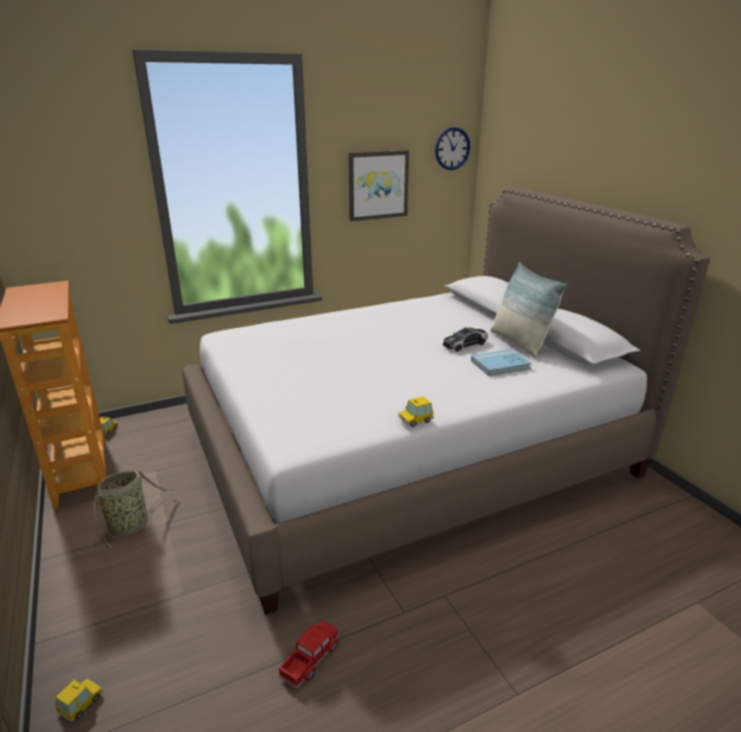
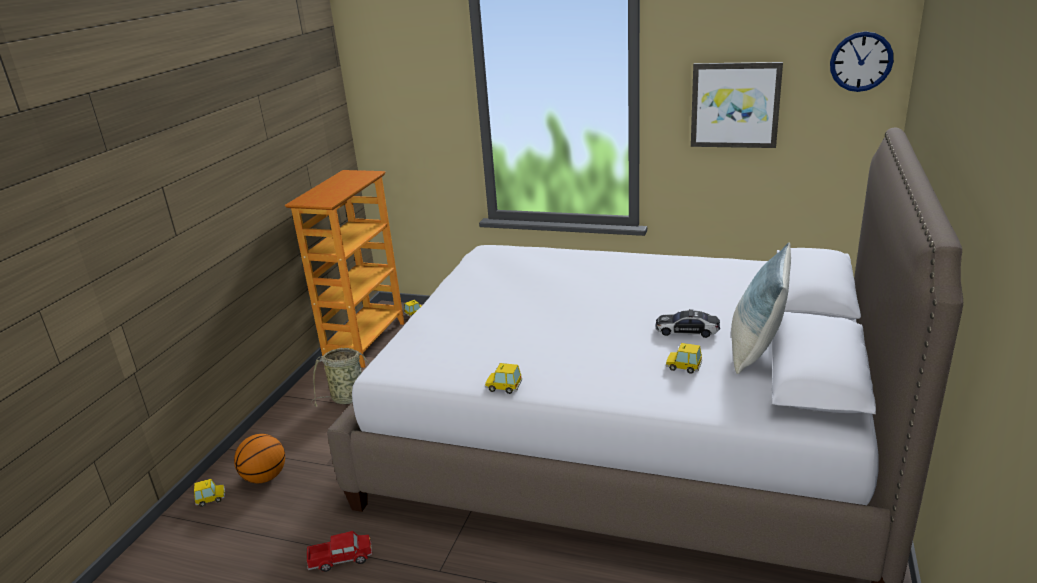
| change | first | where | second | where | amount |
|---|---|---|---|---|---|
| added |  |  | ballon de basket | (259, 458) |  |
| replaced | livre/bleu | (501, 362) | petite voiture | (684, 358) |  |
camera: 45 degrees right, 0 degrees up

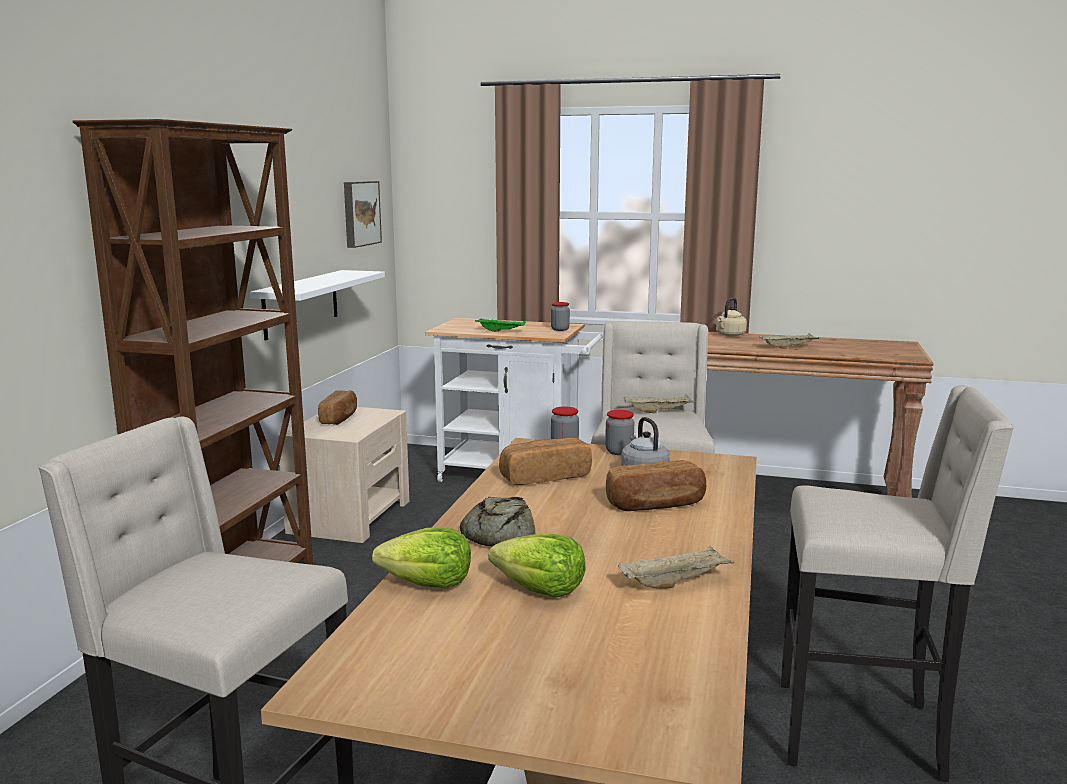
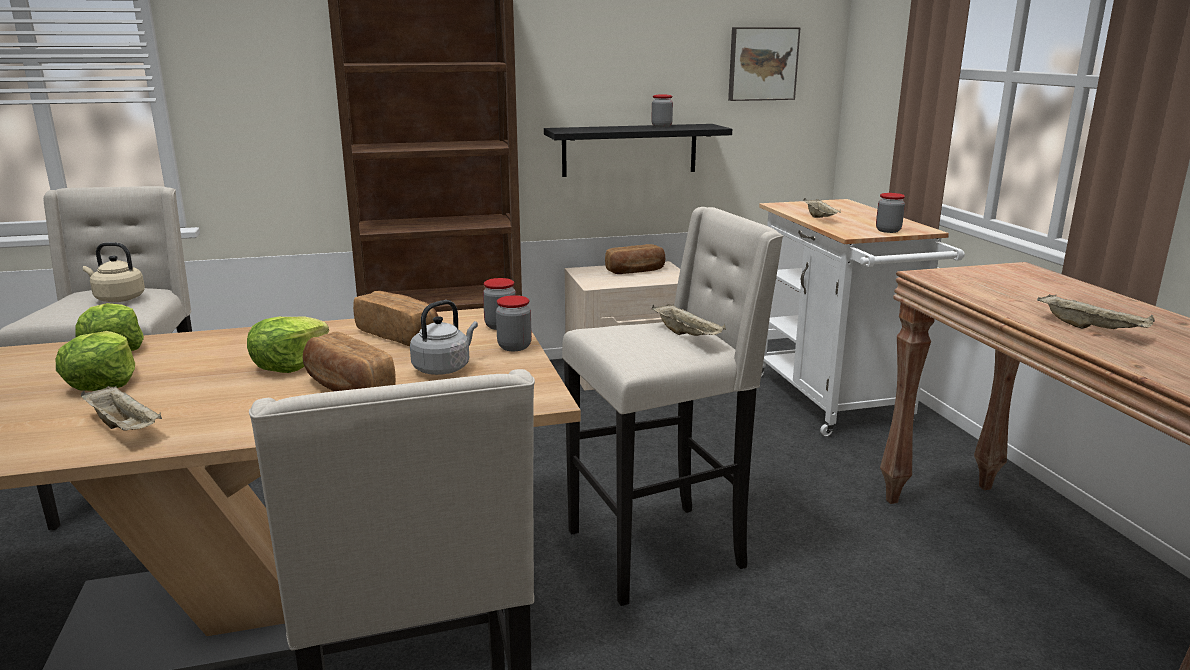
| change | first | where | second | where | amount |
|---|---|---|---|---|---|
| removed | pain | (497, 521) |  |  |  |
| added |  |  | laitue | (288, 345) |  |
| added |  |  | bocal | (662, 110) |  |
| moved | bouilloire/beige | (731, 317) |  | (114, 272) |  |
| recoloured | étagère/blanc | (317, 305) | étagère/noir | (638, 150) |  |
| recoloured | plateau/vert | (500, 325) | plateau/beige | (822, 208) |  |
camera: 60 degrees right, 5 degrees up

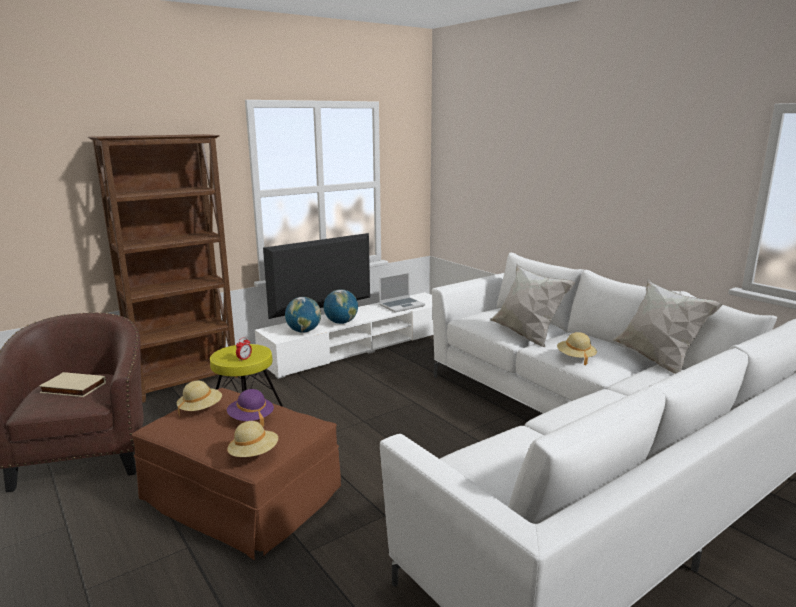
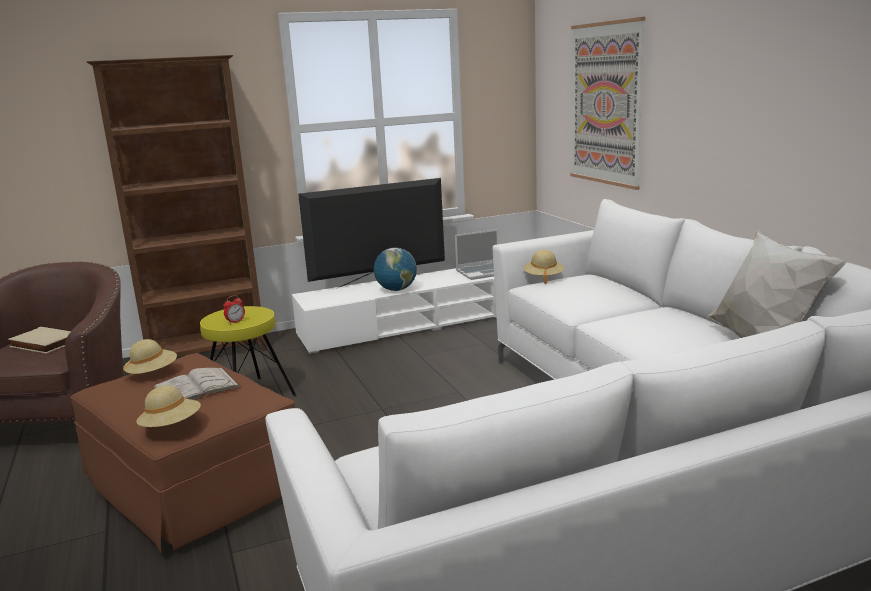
| change | first | where | second | where | amount |
|---|---|---|---|---|---|
| removed | globe | (303, 315) |  |  |  |
| removed | coussin/blanc | (532, 305) |  |  |  |
| added |  |  | tableau | (607, 103) |  |
| moved | chapeau/beige | (577, 348) |  | (543, 267) |  |
| replaced | chapeau/violet | (250, 408) | livre/blanc | (197, 384) |  |
camera: 15 degrees right, 0 degrees up

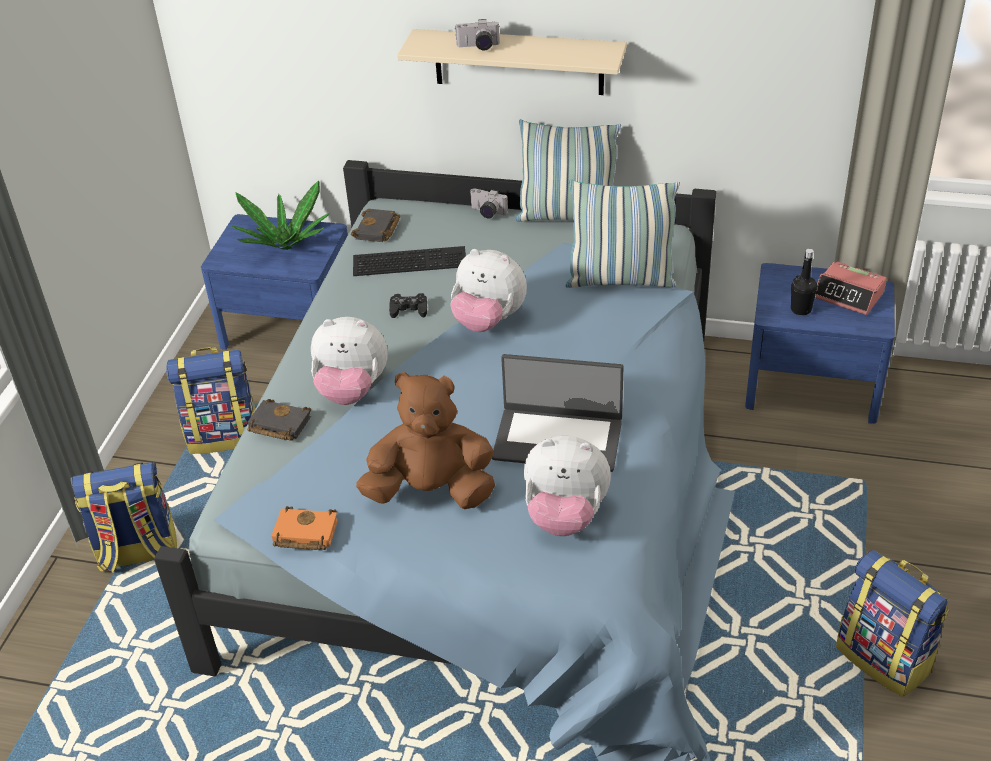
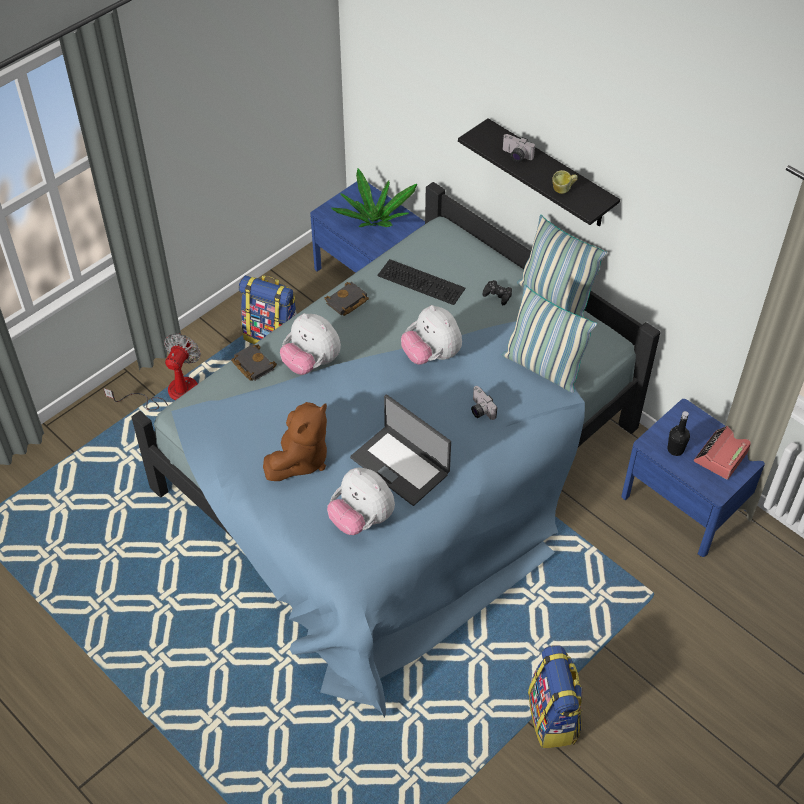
| change | first | where | second | where | amount |
|---|---|---|---|---|---|
| removed | livre/orange | (305, 528) |  |  |  |
| added |  |  | mug | (565, 182) |  |
| moved | livre/noir | (375, 225) |  | (346, 299) |  |
| moved | manette/noir | (408, 305) |  | (497, 292) |  |
| moved | appareil photo | (488, 203) |  | (484, 403) |  |
| replaced | sac à dos | (124, 517) | ventilateur | (152, 371) |  |
| recoloured | étagère/beige | (512, 62) | étagère/noir | (539, 172) |  |
| turned | peluche/marron | (425, 440) |  | (295, 441) | 90 degrees clockwise |
| turned | réveil | (851, 288) |  | (722, 453) | 60 degrees clockwise |
camera: 30 degrees right, 10 degrees up

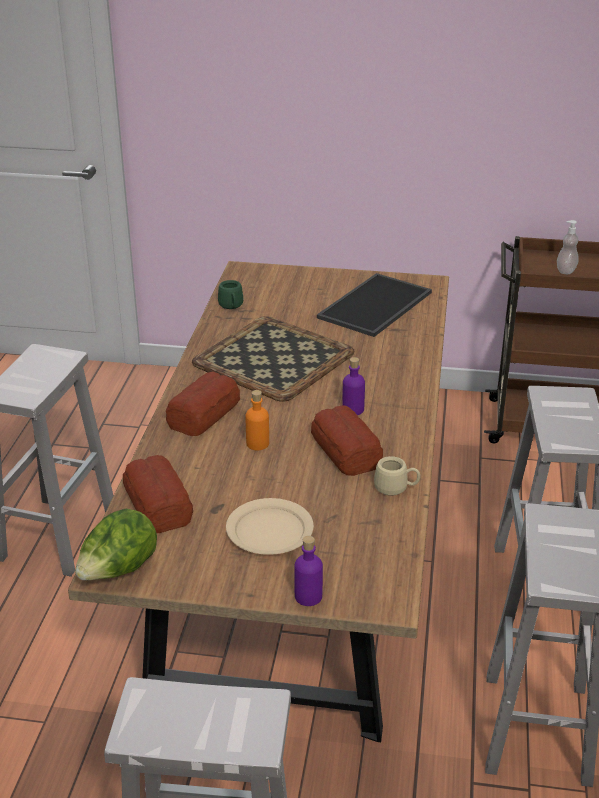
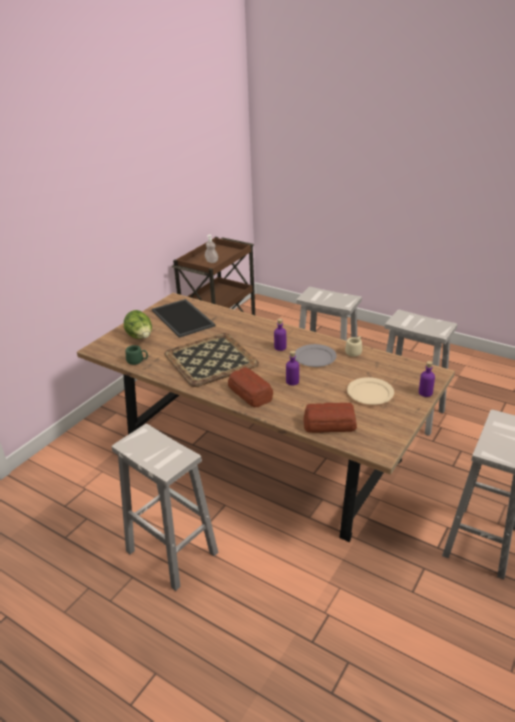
| change | first | where | second | where | amount |
|---|---|---|---|---|---|
| moved | laitue | (116, 544) |  | (138, 324) |  |
| replaced | pain | (347, 440) | assiette/gris | (316, 355) |  |
| recoloured | bouteille/orange | (257, 420) | bouteille/violet | (292, 368) |  |
camera: 65 degrees left, 0 degrees up

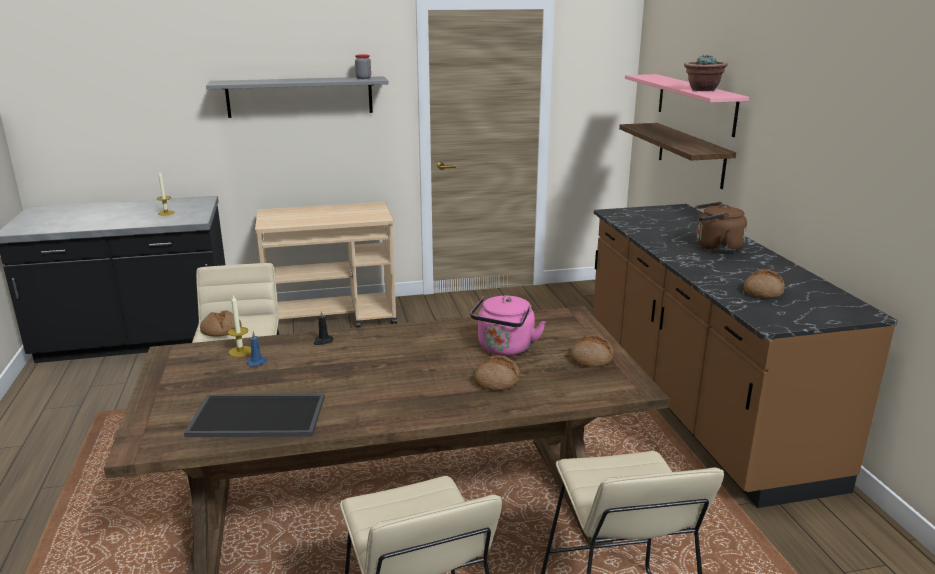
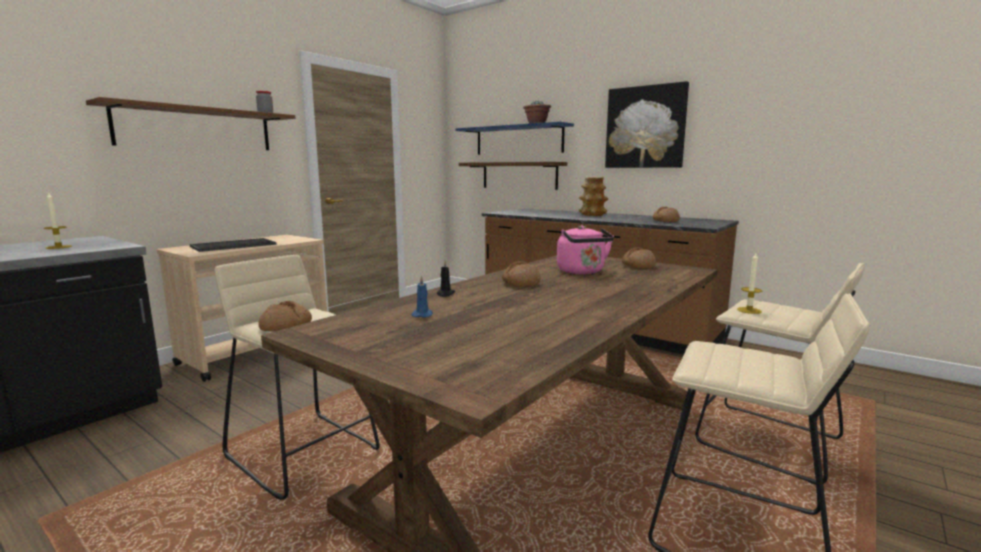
| change | first | where | second | where | amount |
|---|---|---|---|---|---|
| added |  |  | tableau | (647, 124) |  |
| moved | plateau | (254, 415) |  | (233, 245) |  |
| moved | bougie | (239, 326) |  | (749, 283) |  |
| moved | pain | (497, 373) |  | (521, 274) |  |
| replaced | bouilloire/marron | (721, 227) | vase | (593, 196) |  |
| recoloured | étagère/gris | (297, 97) | étagère/marron | (190, 123) |  |
| recoloured | étagère/rose | (687, 105) | étagère/bleu | (514, 138) |  |
camera: 40 degrees left, 10 degrees down

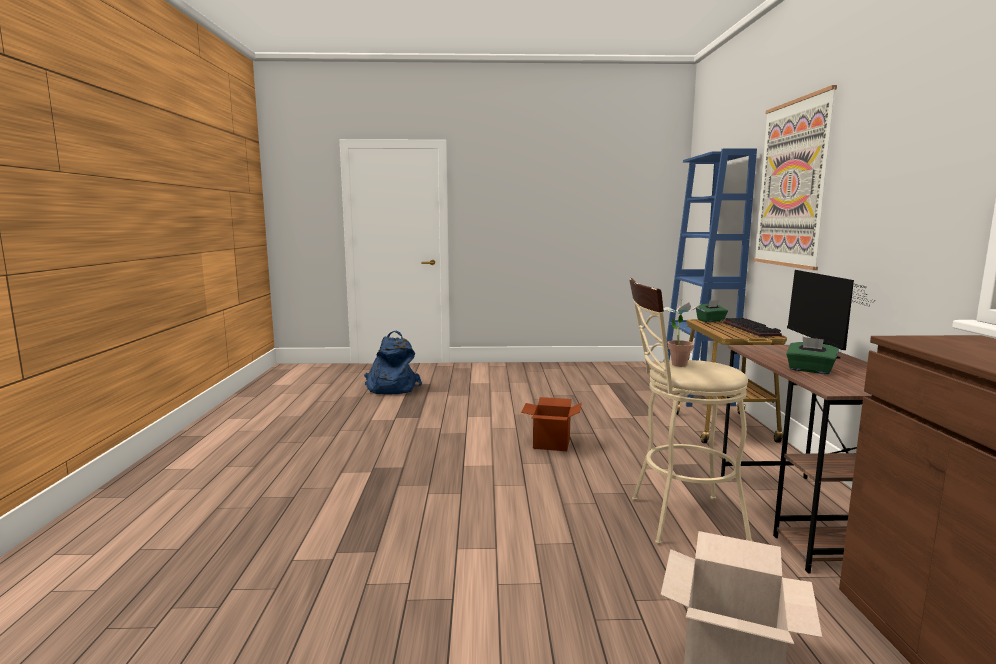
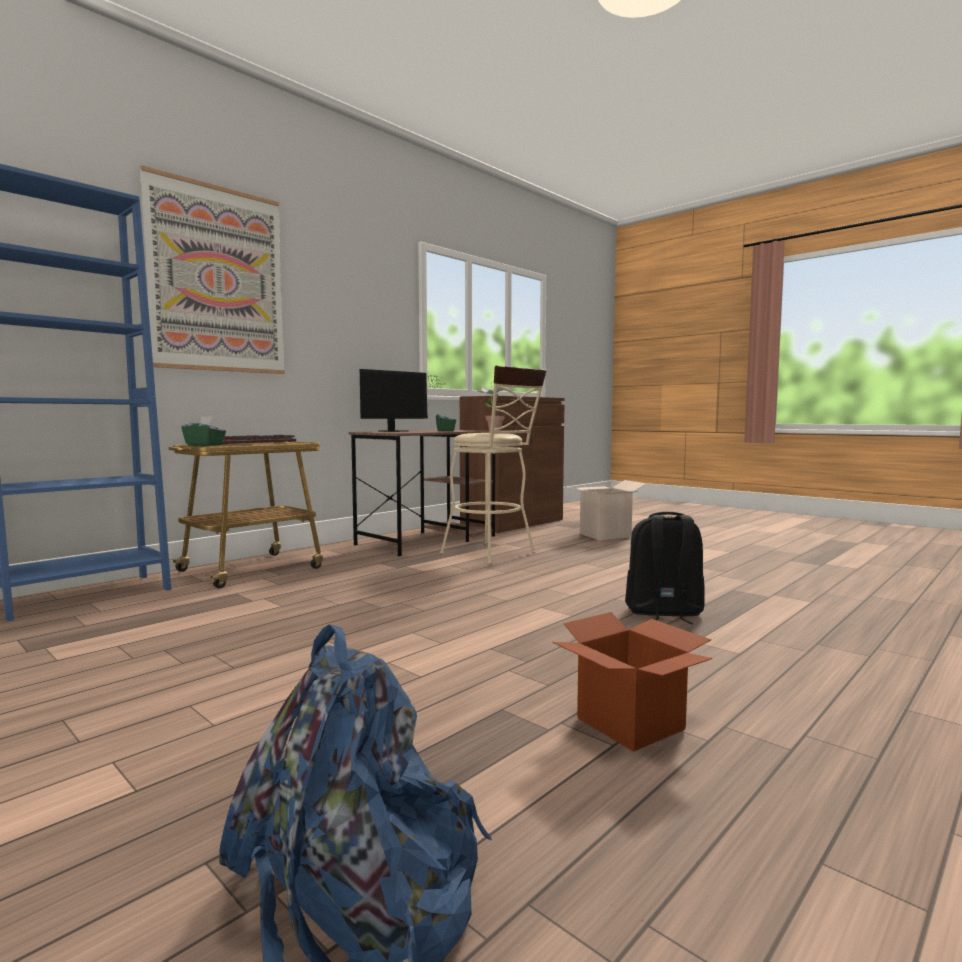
| change | first | where | second | where | amount |
|---|---|---|---|---|---|
| added |  |  | sac à dos/noir | (664, 568) |  |
| moved | carton | (551, 424) |  | (632, 682) |  |
camera: 135 degrees left, 5 degrees down

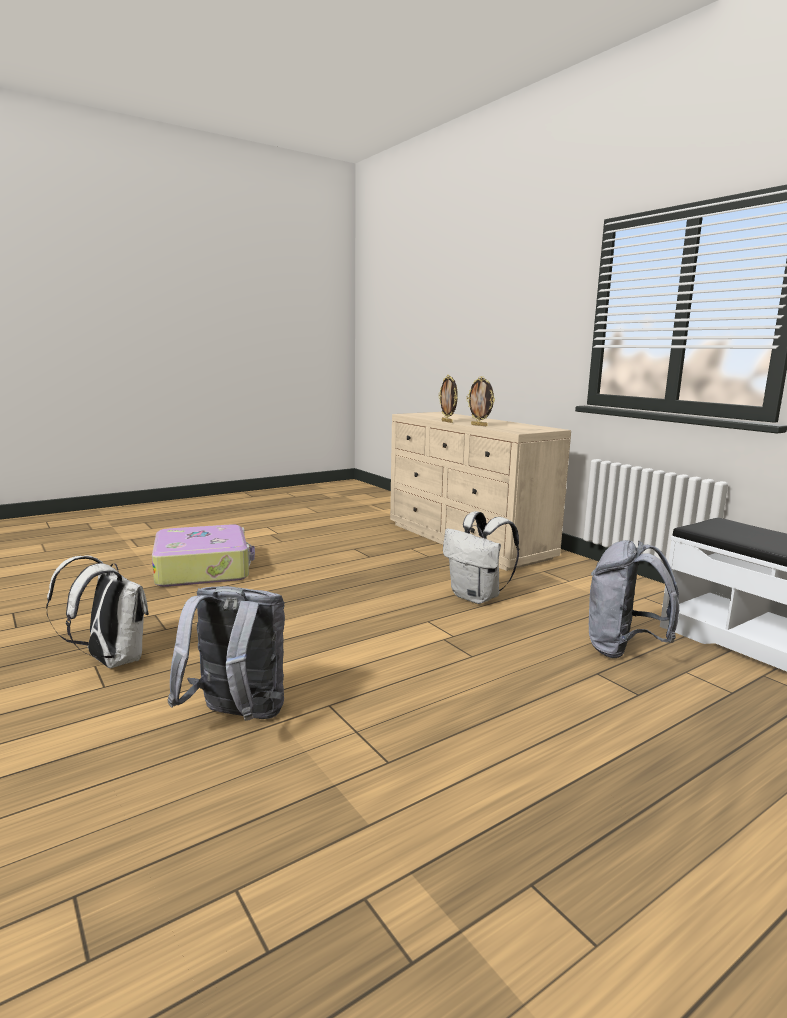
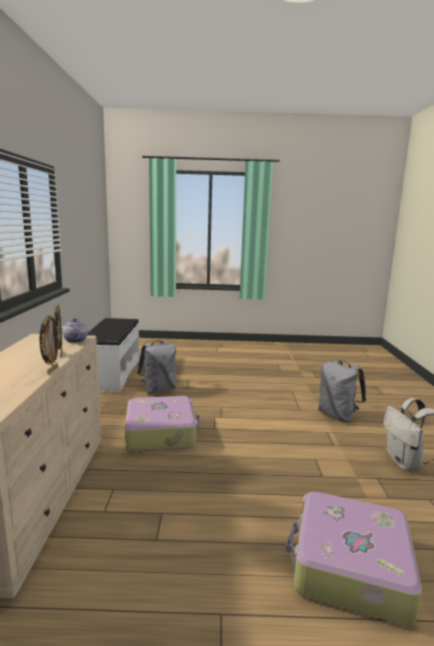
| change | first | where | second | where | amount |
|---|---|---|---|---|---|
| added |  |  | théière | (75, 330) |  |
| replaced | sac à dos/blanc | (481, 557) | valise | (162, 424) |  |
camera: 145 degrees left, 0 degrees up

